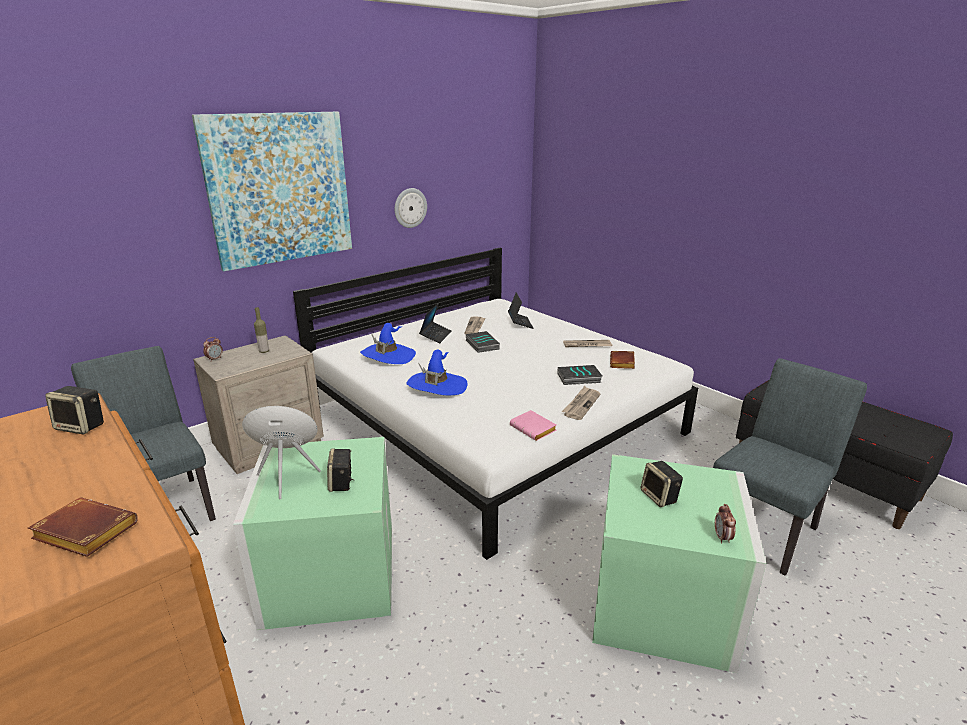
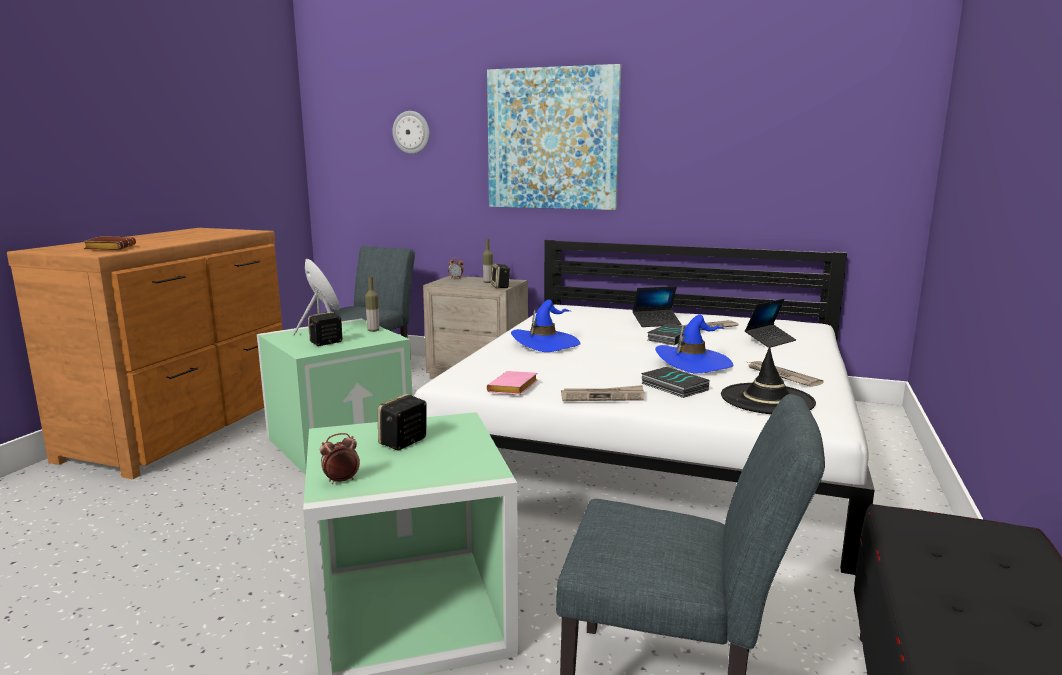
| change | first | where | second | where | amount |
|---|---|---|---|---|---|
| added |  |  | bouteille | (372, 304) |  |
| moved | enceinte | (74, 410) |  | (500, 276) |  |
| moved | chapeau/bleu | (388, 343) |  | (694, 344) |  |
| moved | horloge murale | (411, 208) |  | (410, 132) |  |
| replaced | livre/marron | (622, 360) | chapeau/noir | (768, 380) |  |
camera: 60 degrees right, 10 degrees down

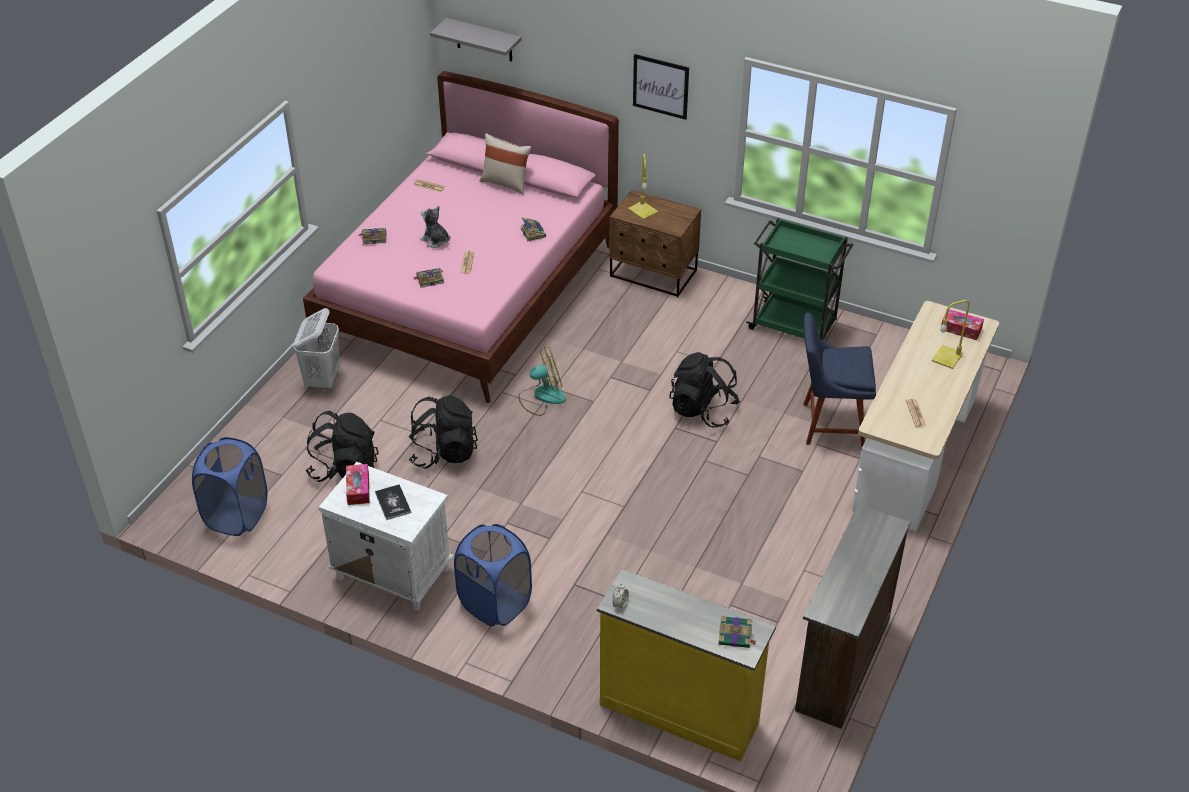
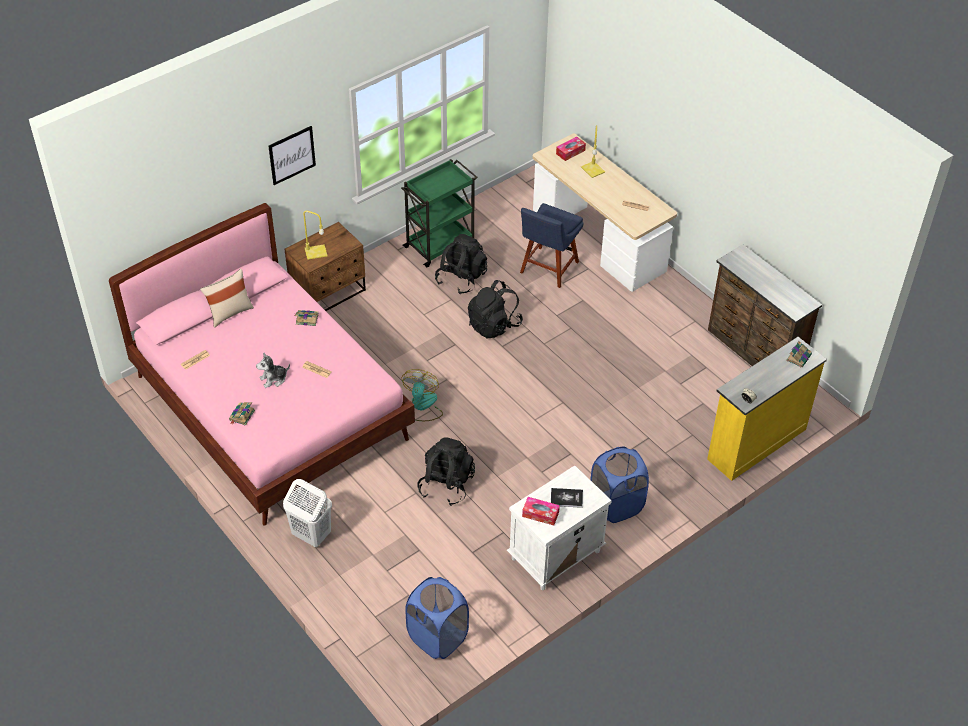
| change | first | where | second | where | amount |
|---|---|---|---|---|---|
| removed | livre | (428, 278) |  |  |  |
| removed | étagère/gris | (475, 40) |  |  |  |
| moved | sac à dos/noir | (342, 446) |  | (461, 264) |  |
camera: 65 degrees left, 5 degrees up

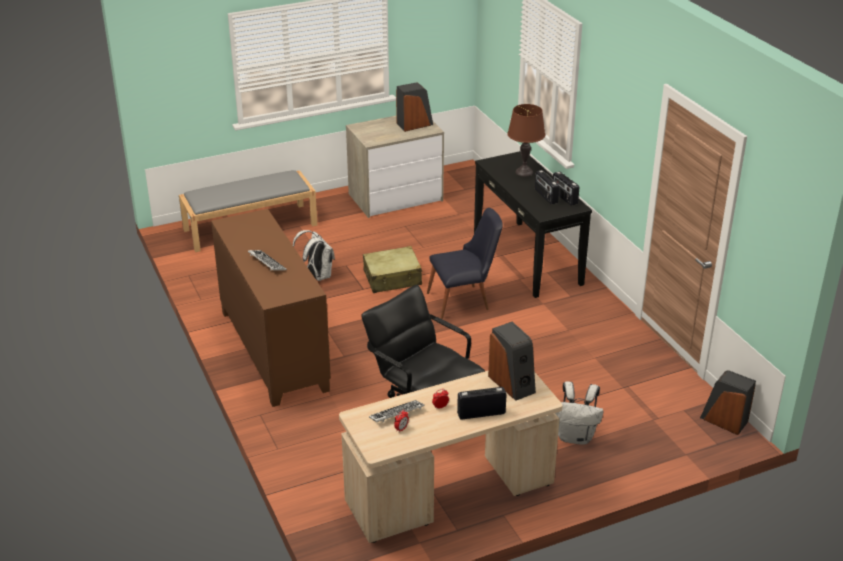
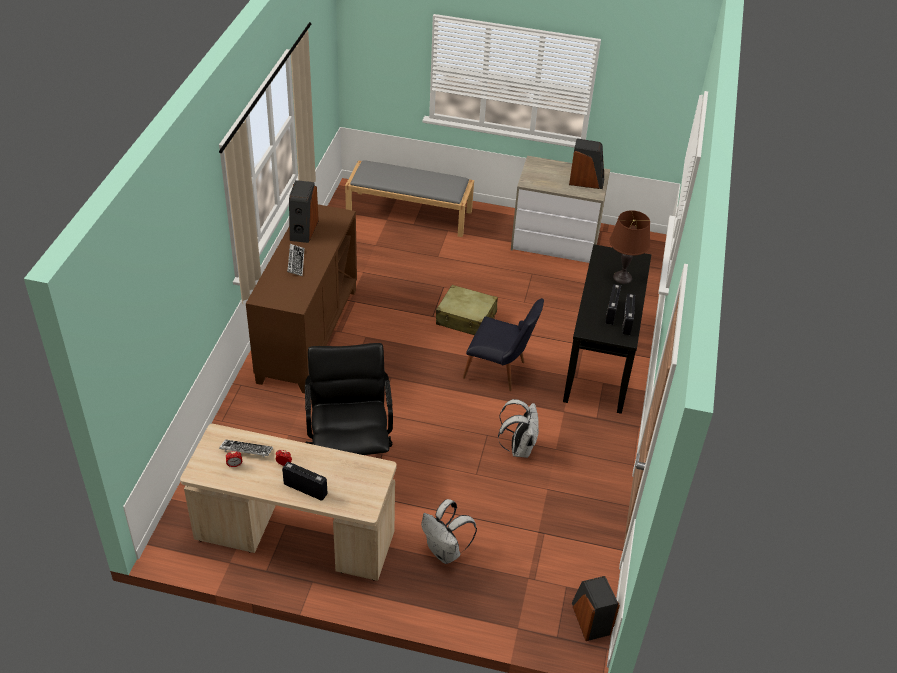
| change | first | where | second | where | amount |
|---|---|---|---|---|---|
| moved | sac à dos/blanc | (314, 255) |  | (518, 428) |  |
| moved | enceinte | (512, 361) |  | (304, 211) |  |
camera: 35 degrees right, 10 degrees up

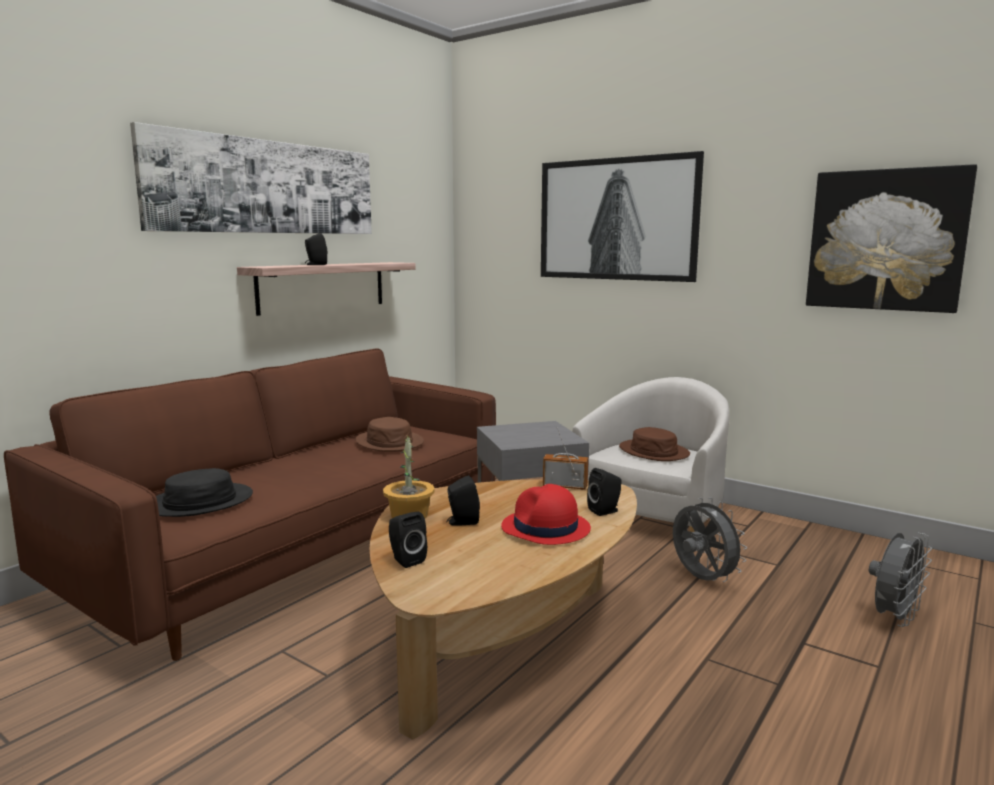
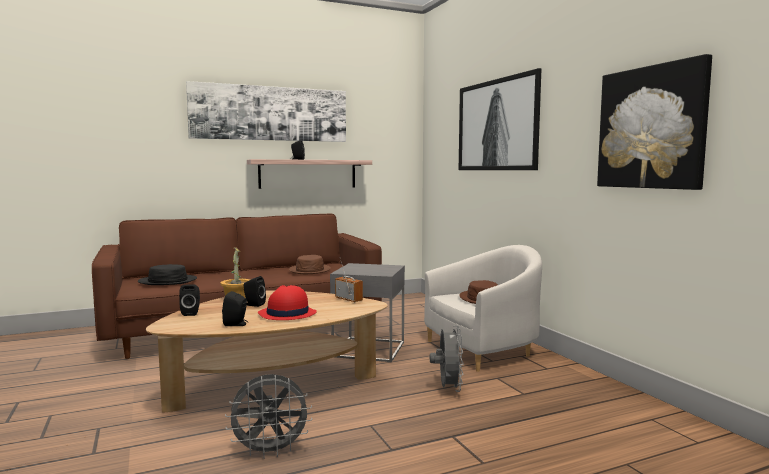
| change | first | where | second | where | amount |
|---|---|---|---|---|---|
| moved | enceinte/noir | (604, 492) |  | (235, 308) |  |
| moved | ventilateur/gris | (900, 580) |  | (268, 416) |  |
camera: 30 degrees right, 5 degrees down

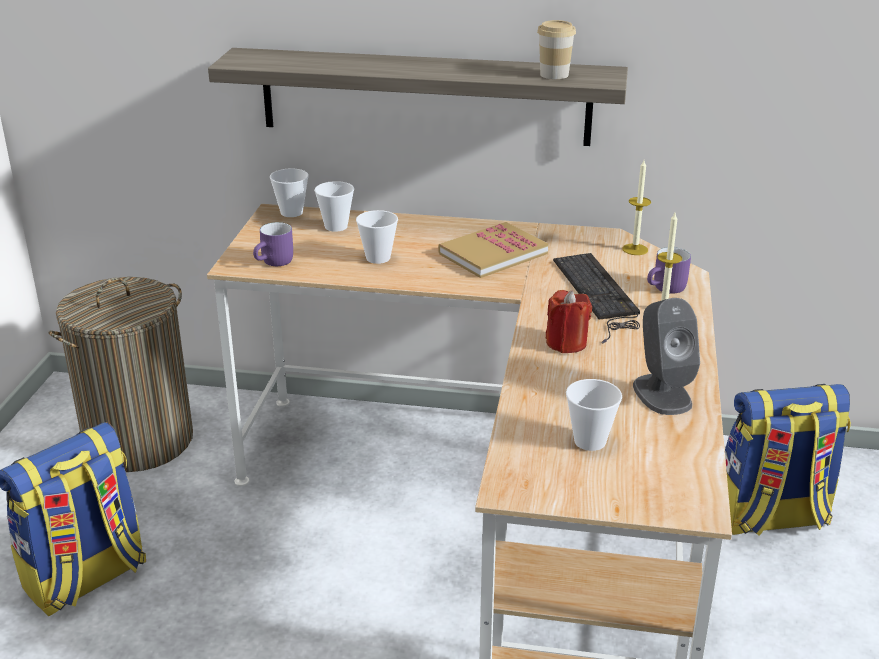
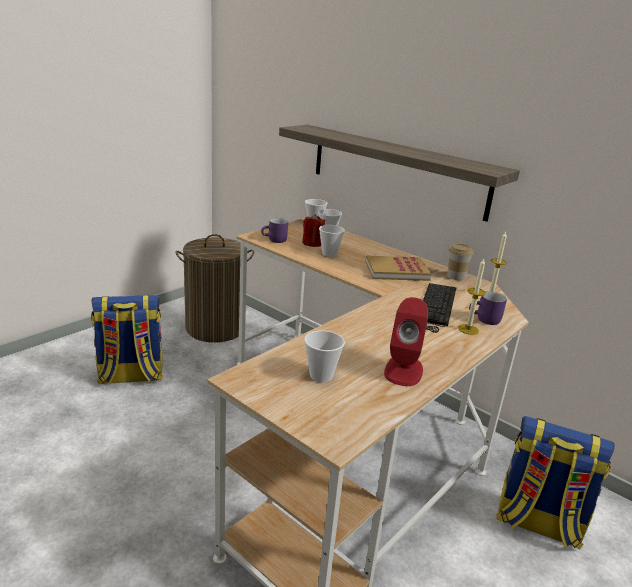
| change | first | where | second | where | amount |
|---|---|---|---|---|---|
| moved | tasse | (556, 49) |  | (460, 262) |  |
| moved | bougie/rouge | (568, 321) |  | (314, 230) |  |
| recoloured | enceinte/gris | (666, 356) | enceinte/rouge | (406, 341) |  |
camera: 30 degrees right, 5 degrees down

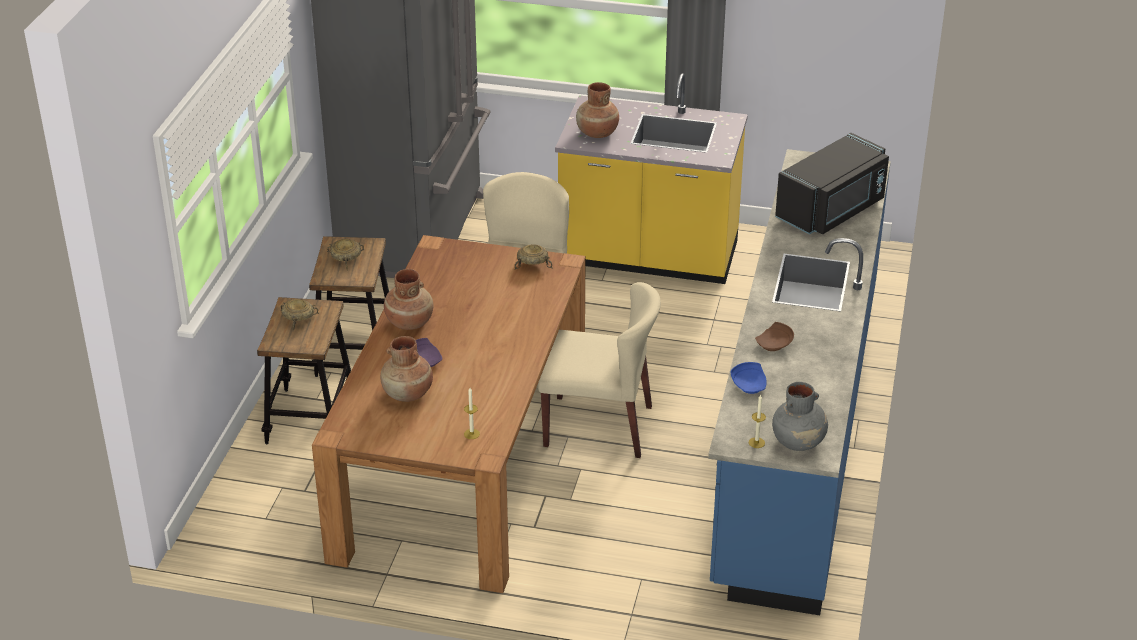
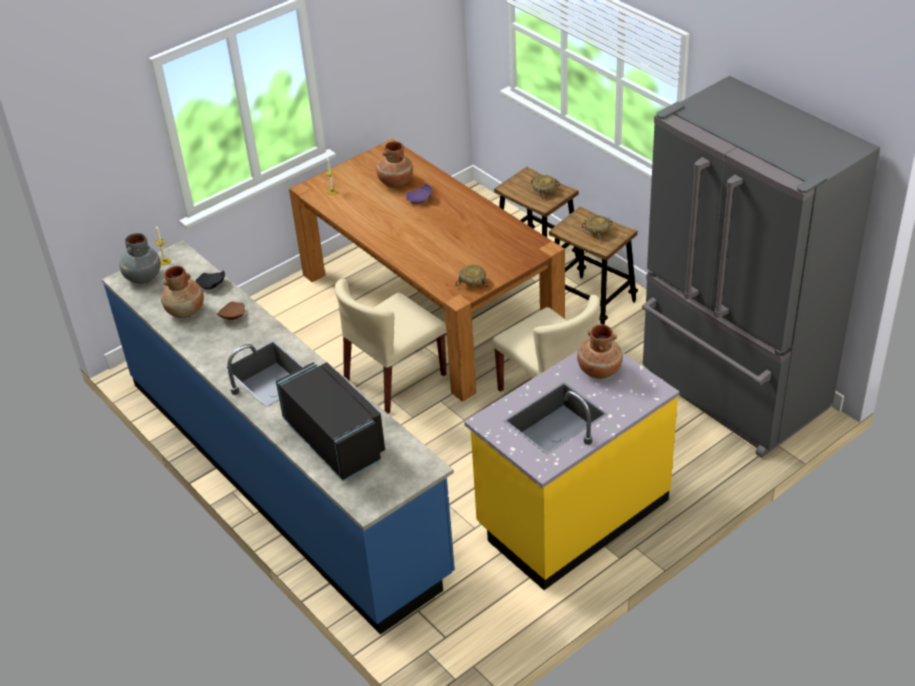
| change | first | where | second | where | amount |
|---|---|---|---|---|---|
| moved | vase/marron | (408, 299) |  | (182, 292) |  |
| recoloured | assiette/bleu | (749, 378) | assiette/noir | (210, 279) |  |
| turned | micro-ondes/noir | (832, 184) |  | (330, 421) | 150 degrees clockwise |
camera: 130 degrees right, 5 degrees up

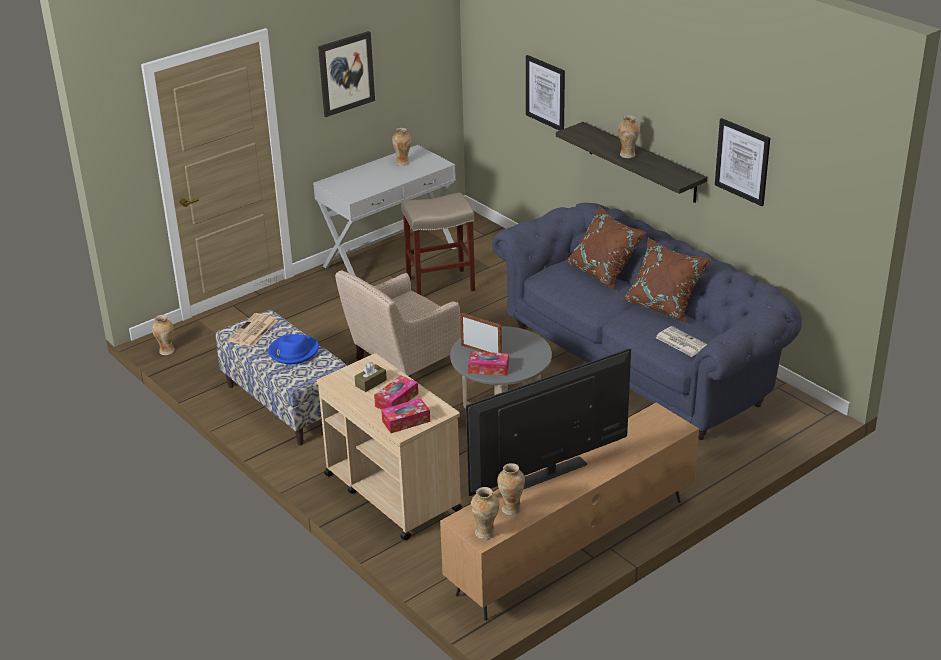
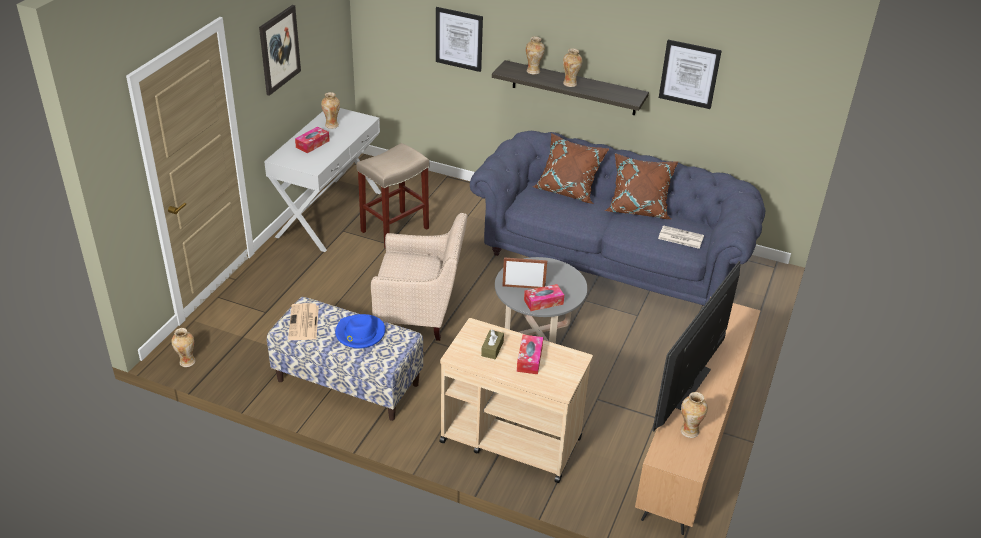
| change | first | where | second | where | amount |
|---|---|---|---|---|---|
| moved | boîte à mouchoirs | (405, 415) |  | (312, 140) |  |
| moved | vase | (485, 513) |  | (535, 55) |  |
| turned | fauteuil/beige | (398, 324) |  | (419, 277) | 105 degrees counterclockwise |
camera: 30 degrees left, 5 degrees up

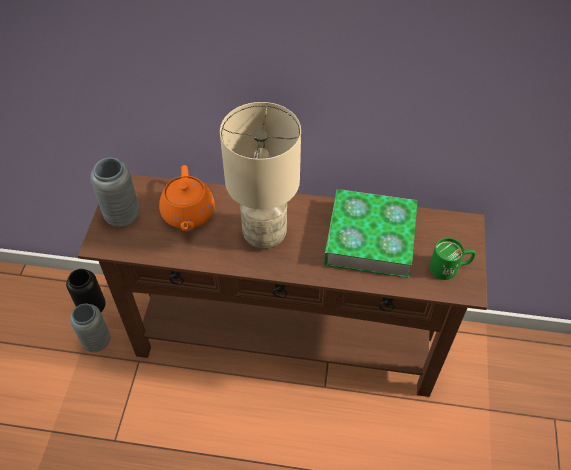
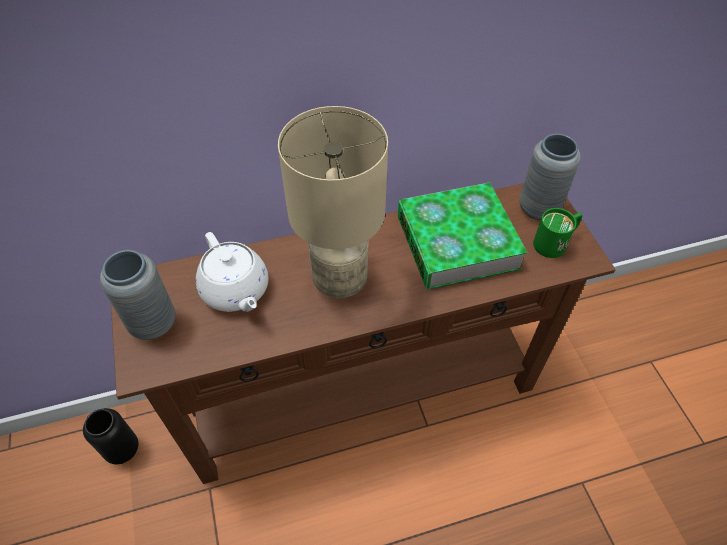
| change | first | where | second | where | amount |
|---|---|---|---|---|---|
| moved | vase/gris | (90, 328) |  | (550, 177) |  |
| recoloured | théière/orange | (187, 198) | théière/blanc | (232, 272) |  |
camera: 25 degrees left, 0 degrees up

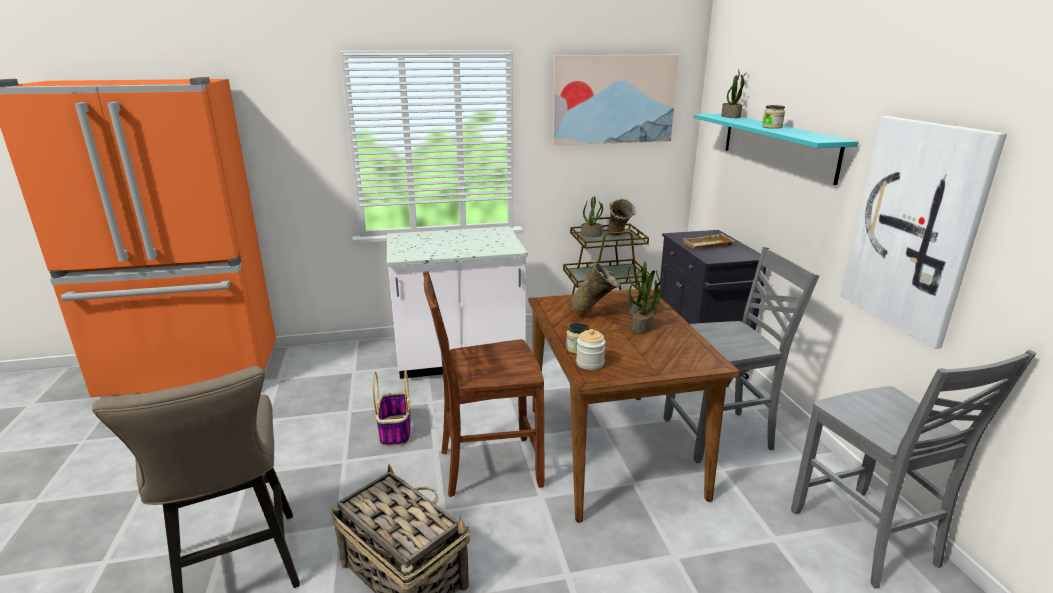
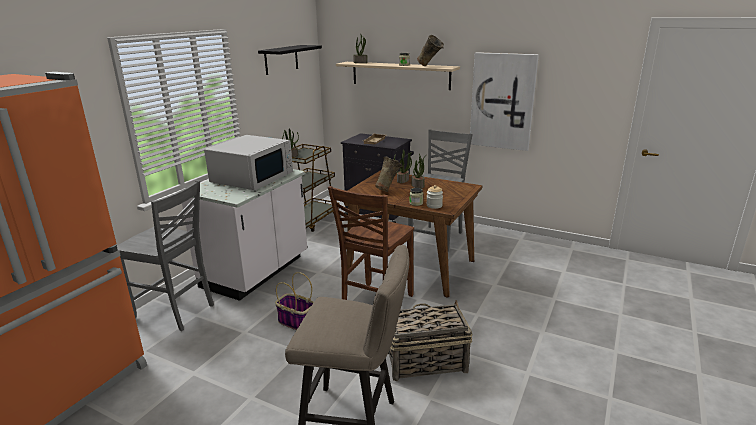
| change | first | where | second | where | amount |
|---|---|---|---|---|---|
| added |  |  | micro-ondes/blanc | (248, 162) |  |
| moved | vase/beige | (622, 217) |  | (430, 50) |  |
| moved | chaise/gris | (913, 469) |  | (165, 255) |  |
| replaced | tableau | (615, 100) | étagère/noir | (290, 60) |  |
| recoloured | étagère/turquoise | (776, 149) | étagère/beige | (398, 76) |  |
camera: 50 degrees left, 0 degrees up

